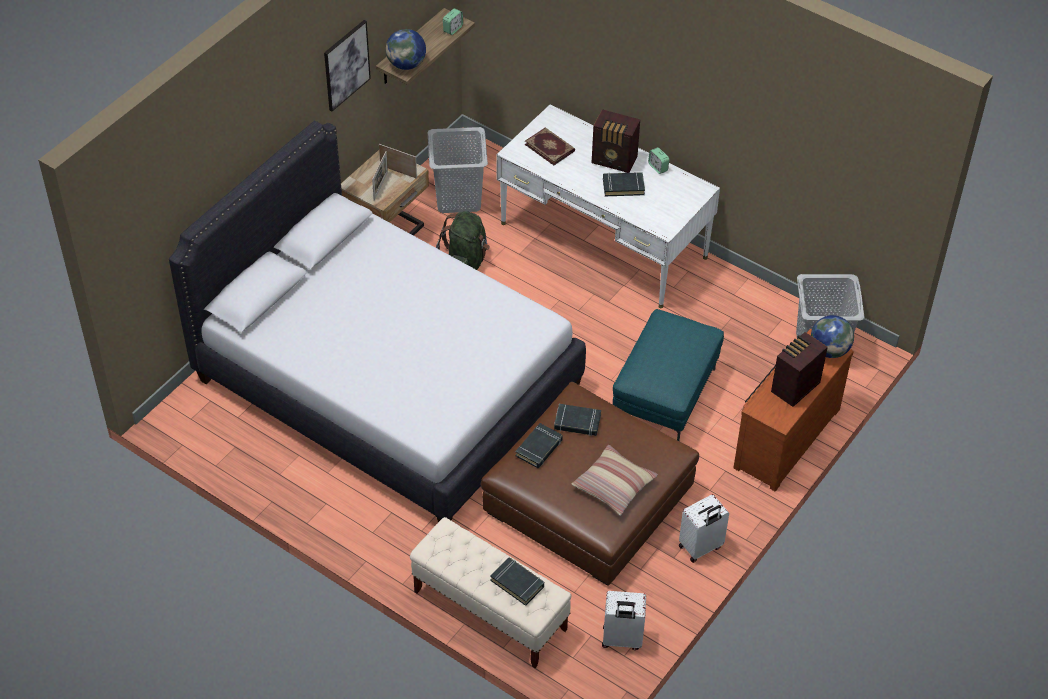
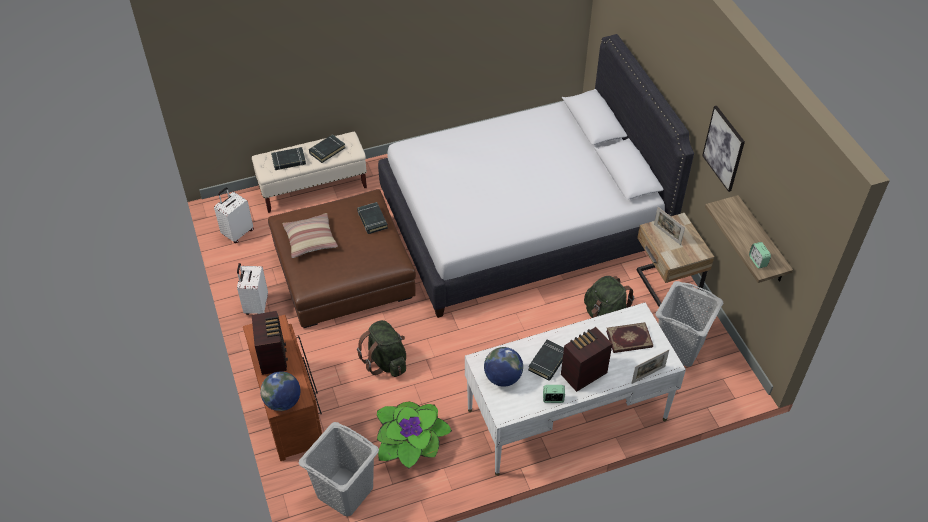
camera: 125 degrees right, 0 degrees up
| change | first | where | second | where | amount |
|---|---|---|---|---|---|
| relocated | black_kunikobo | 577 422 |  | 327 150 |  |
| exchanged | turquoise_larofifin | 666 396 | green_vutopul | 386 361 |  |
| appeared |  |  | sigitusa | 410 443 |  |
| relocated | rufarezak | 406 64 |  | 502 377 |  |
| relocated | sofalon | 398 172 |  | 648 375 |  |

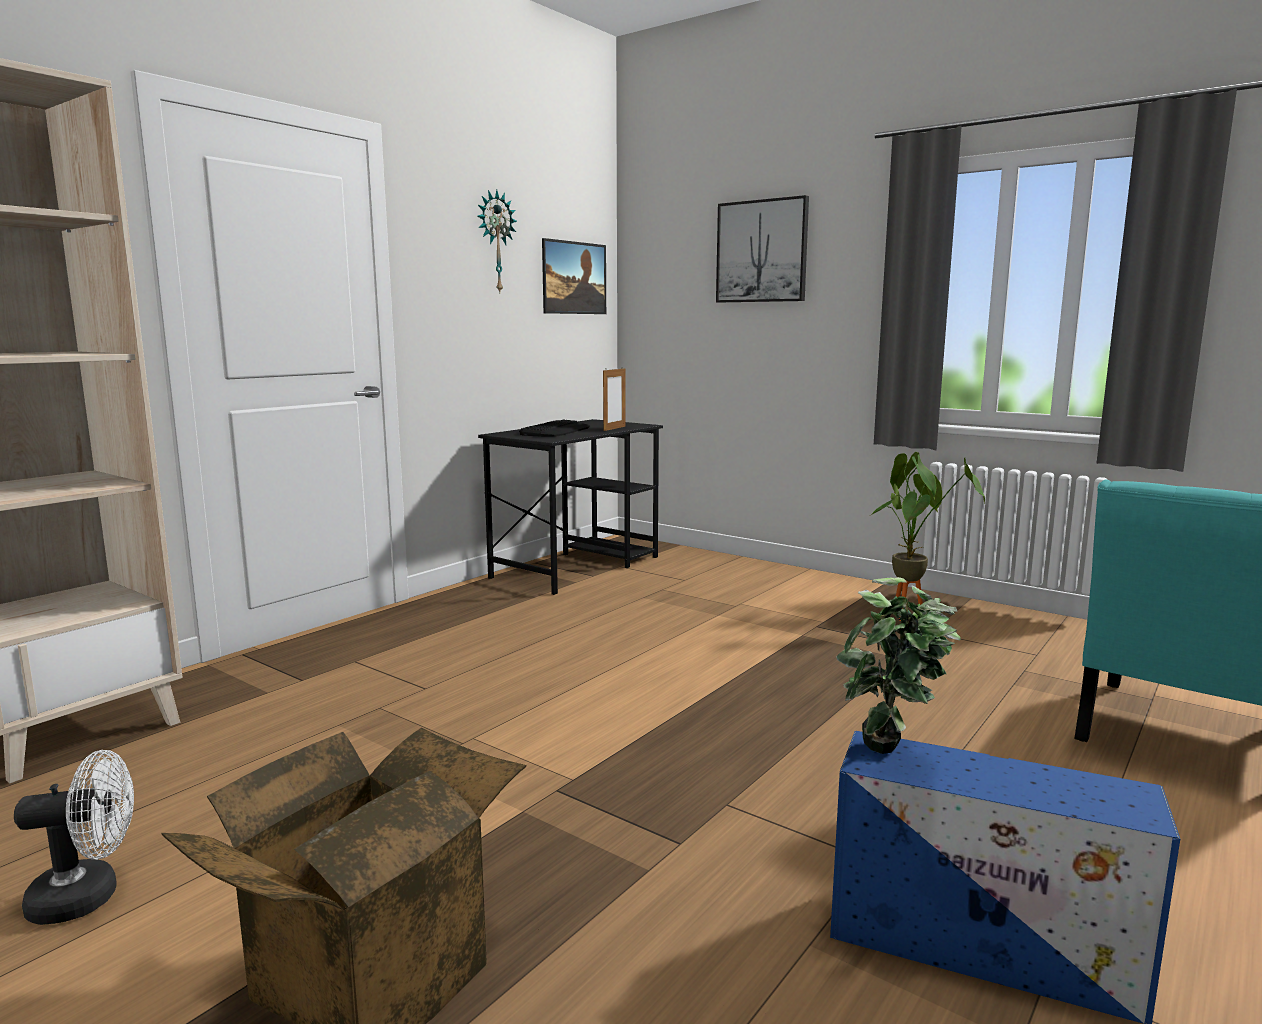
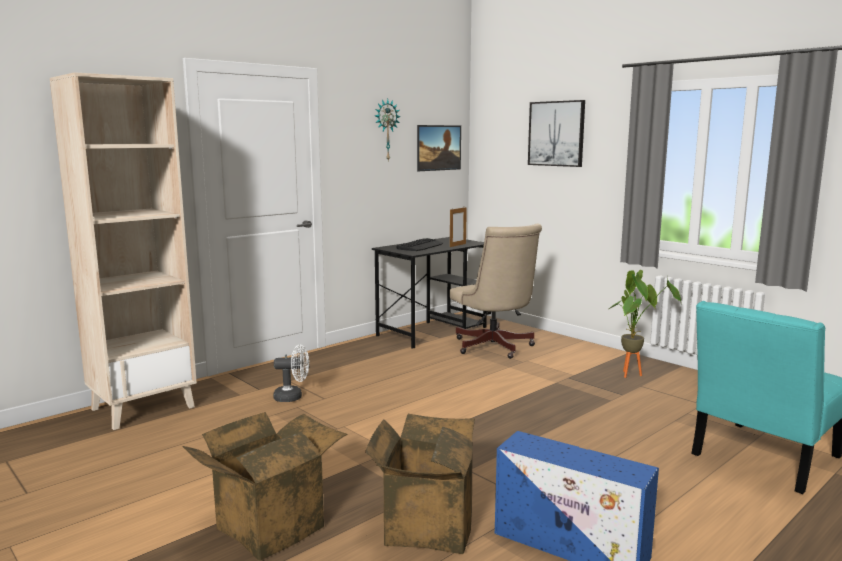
camera: 10 degrees right, 0 degrees up
| change | first | where | second | where | amount |
|---|---|---|---|---|---|
| relocated | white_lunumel | 88 897 |  | 293 397 |  |
| appeared |  |  | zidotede | 425 526 |  |
| appeared |  |  | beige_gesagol | 494 348 |  |
| missing | sigitusa | 891 759 |  |  |  |

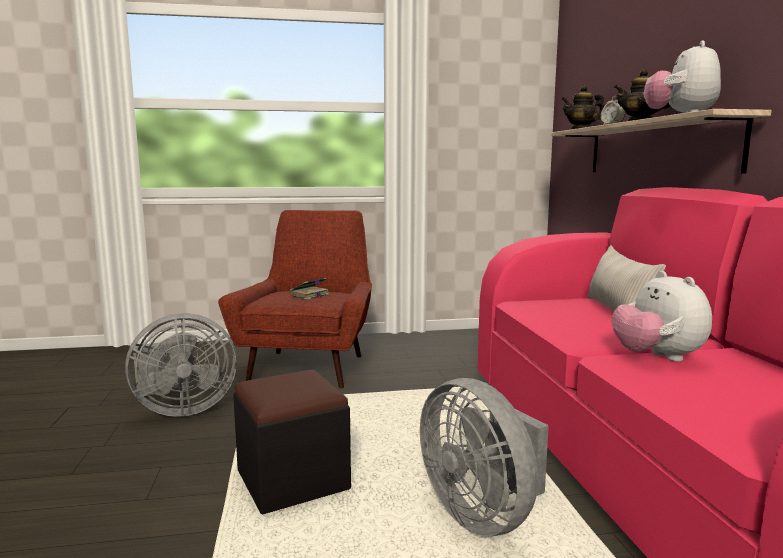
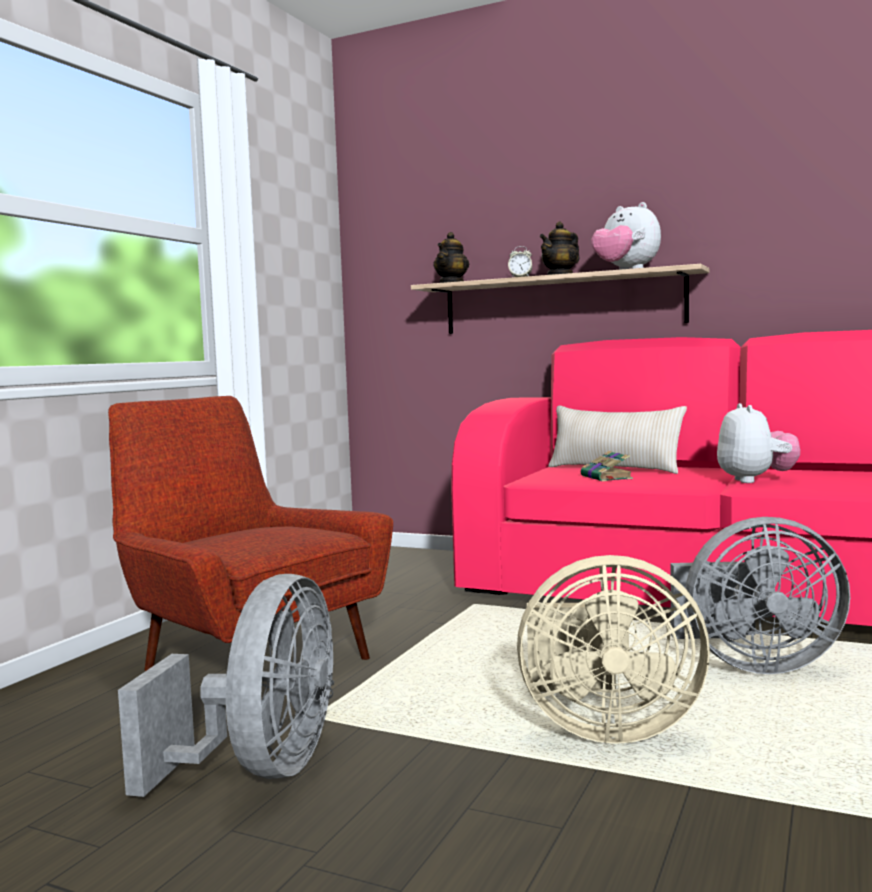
camera: 55 degrees left, 5 degrees down
| change | first | where | second | where | amount |
|---|---|---|---|---|---|
| exchanged | black_larofifin | 292 480 | beige_lunumel | 603 728 |  |
| relocated | kunikobo | 309 295 |  | 607 477 |  |
| spun | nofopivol | 657 357 |  | 755 480 | 105 degrees counterclockwise |

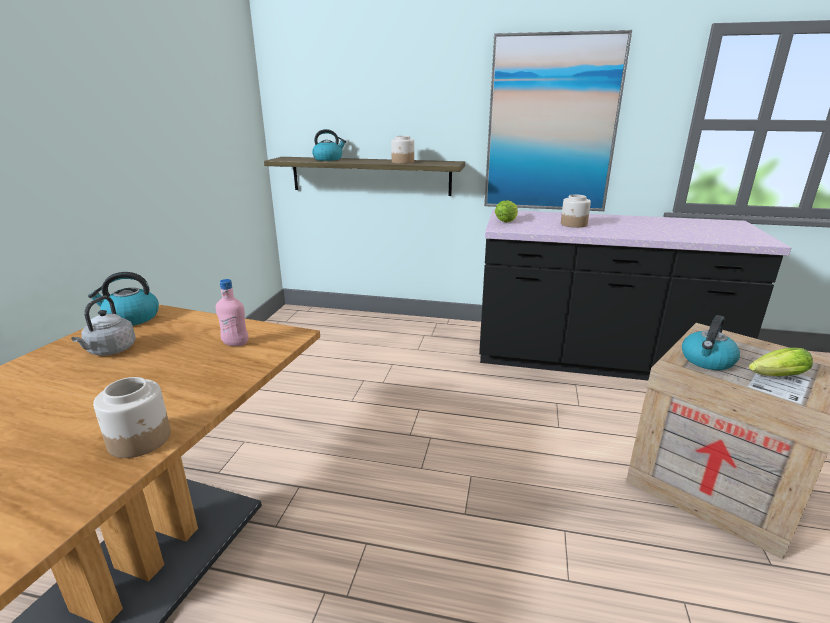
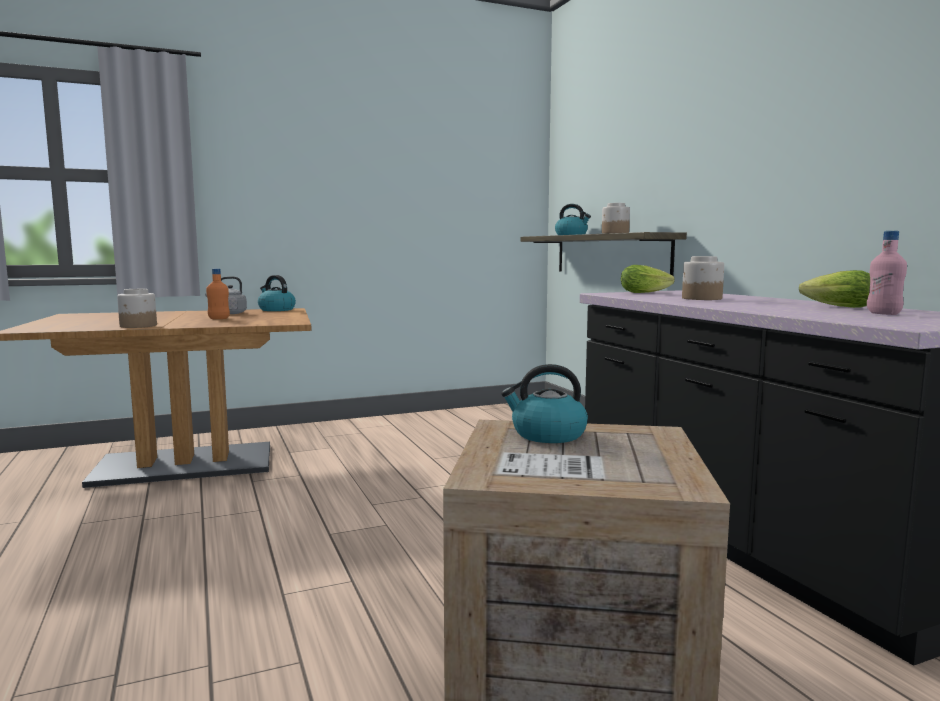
camera: 55 degrees right, 15 degrees down
| change | first | where | second | where | amount |
|---|---|---|---|---|---|
| appeared |  |  | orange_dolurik | 219 318 |  |
| relocated | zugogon | 773 377 |  | 835 307 |  |
| relocated | pink_dolurik | 235 343 |  | 883 313 |  |
| missing | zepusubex | 551 125 |  |  |  |

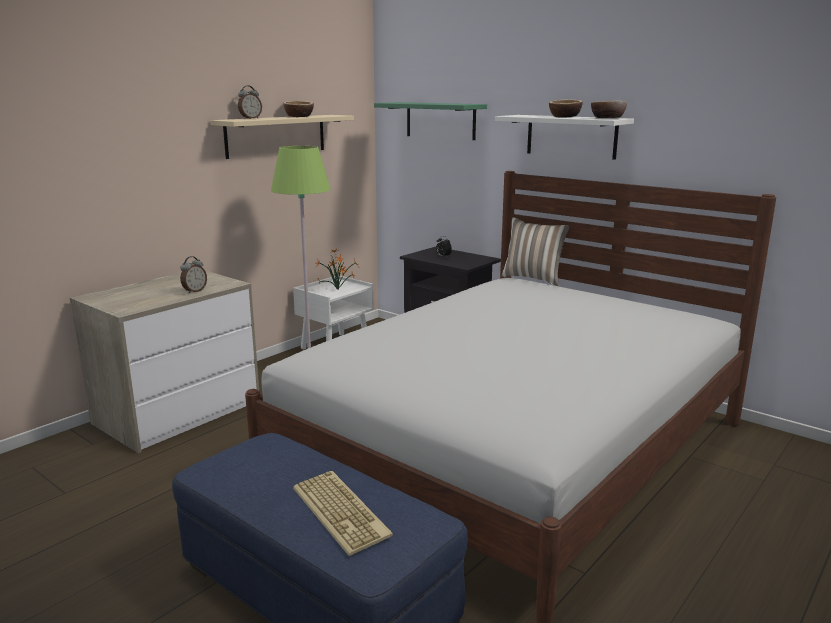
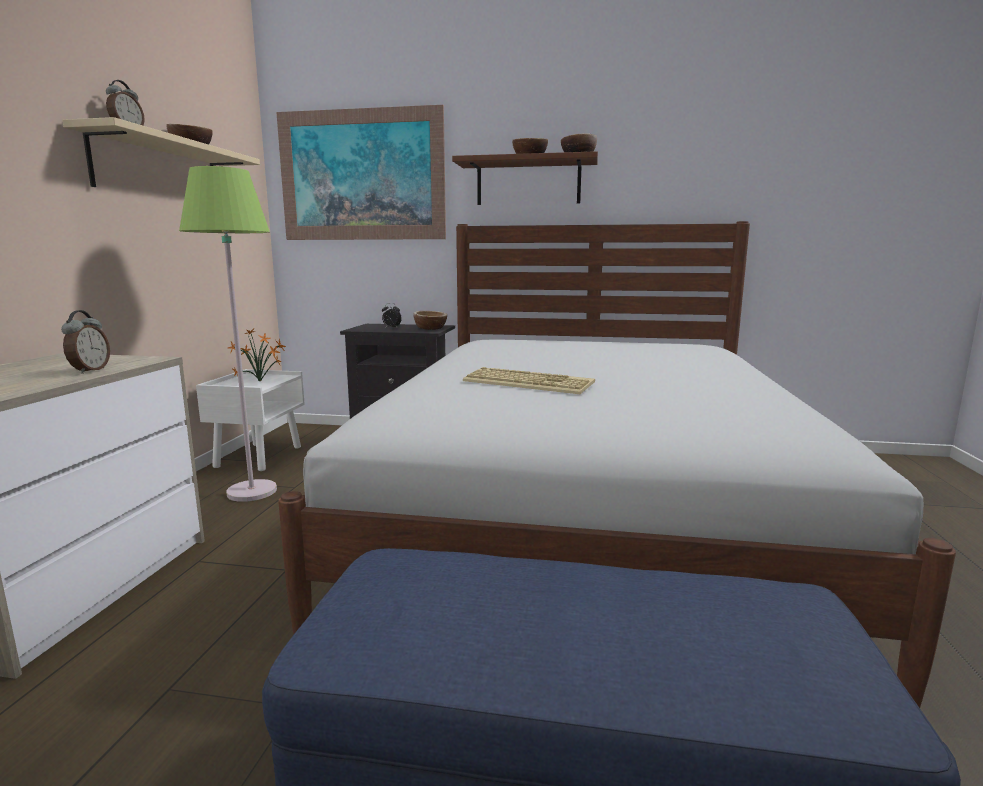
camera: 30 degrees left, 5 degrees down
| change | first | where | second | where | amount |
|---|---|---|---|---|---|
| exchanged | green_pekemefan | 440 120 | zepusubex | 362 175 |  |
| appeared |  |  | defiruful | 430 328 |  |
| colour | white_pekemefan | 571 136 | brown_pekemefan | 528 182 |  |
| relocated | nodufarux | 342 512 |  | 529 382 |  |
| missing | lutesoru | 533 278 |  |  |  |

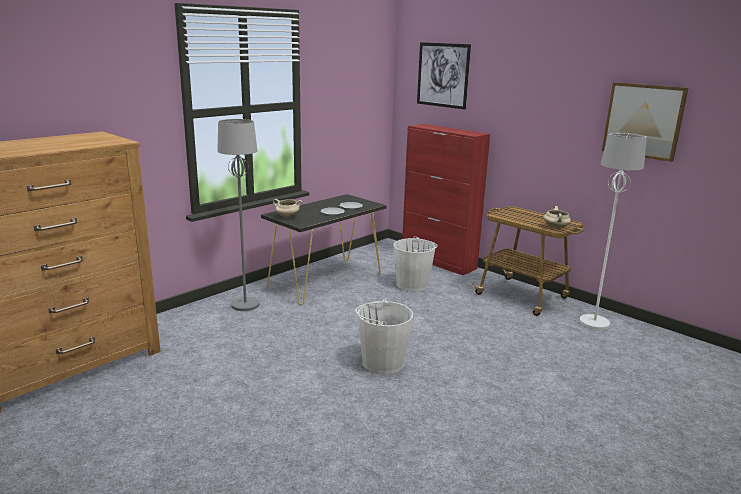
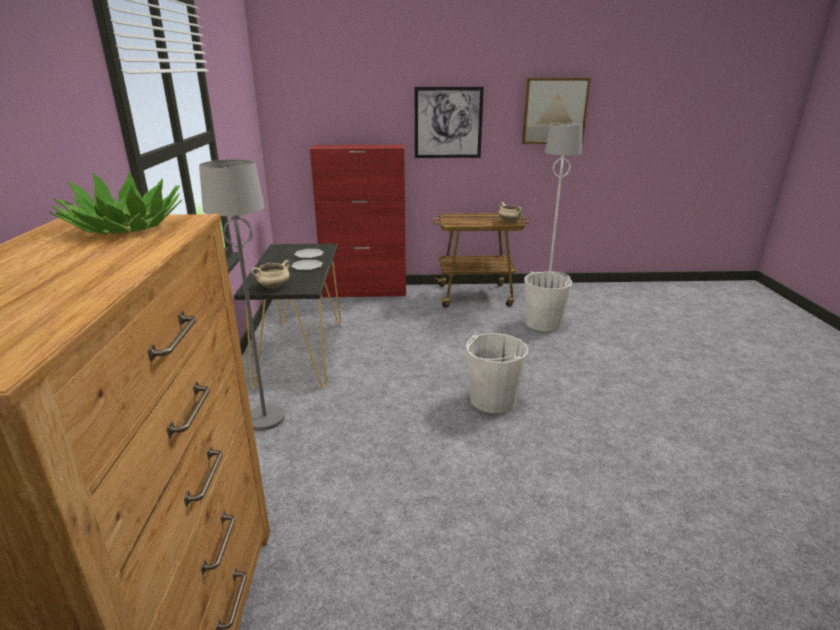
camera: 45 degrees left, 5 degrees up
| change | first | where | second | where | amount |
|---|---|---|---|---|---|
| appeared |  |  | sigitusa | 125 227 |  |
| relocated | zepusubex | 443 75 |  | 448 123 |  |
| relocated | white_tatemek | 412 285 |  | 543 323 |  |

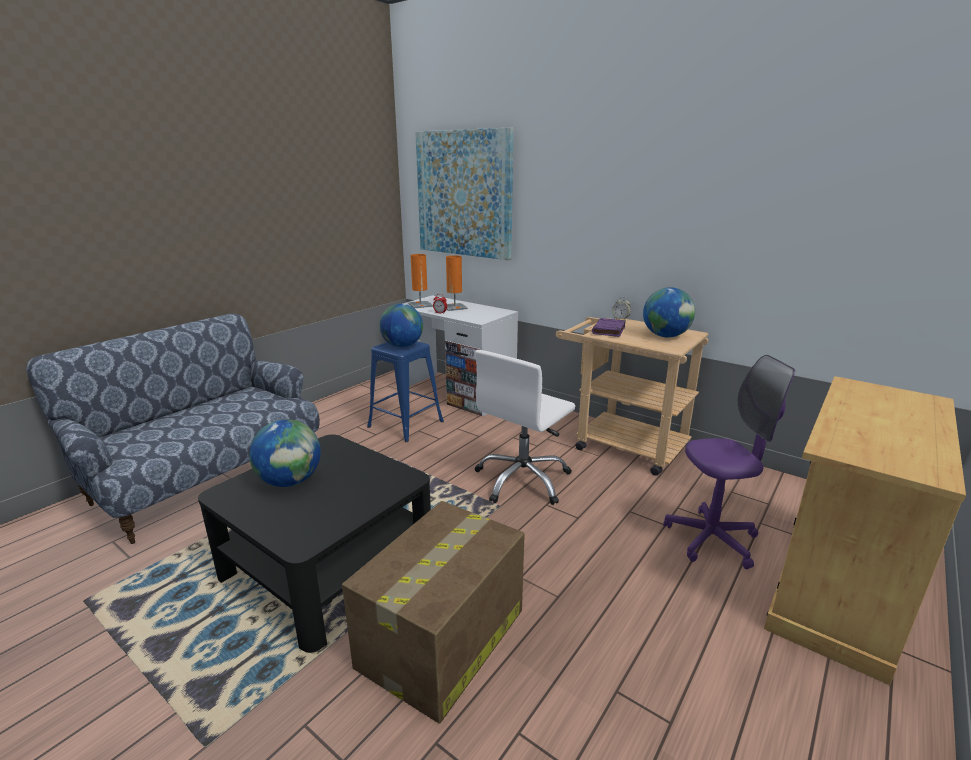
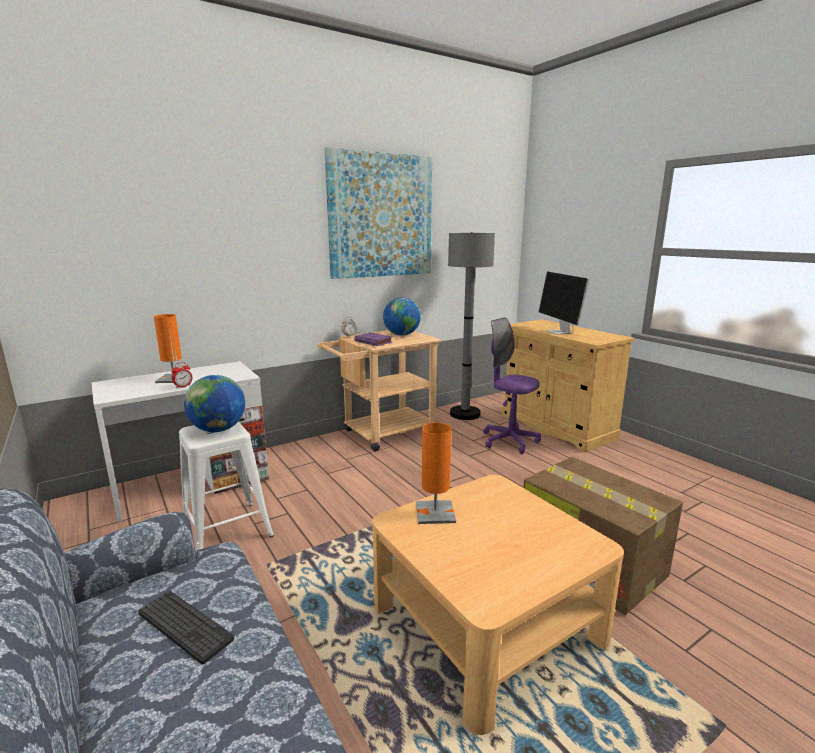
camera: 70 degrees left, 5 degrees down
| change | first | where | second | where | amount |
|---|---|---|---|---|---|
| appeared |  |  | nodufarux | 185 626 |  |
| colour | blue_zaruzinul | 405 424 | white_zaruzinul | 227 530 |  |
| relocated | zepusubex | 464 194 |  | 381 216 |  |
| colour | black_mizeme | 328 565 | beige_mizeme | 485 622 |  |
| relocated | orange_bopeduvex | 420 305 |  | 435 513 |  |
| appeared |  |  | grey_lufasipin | 465 414 |  |
| spun | purple_gesagol | 711 539 |  | 509 441 | 60 degrees counterclockwise |
| appeared |  |  | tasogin | 559 332 |  |
| missing | rufarezak | 290 481 |  |  |  |
| missing | white_gesagol | 523 480 |  |  |  |

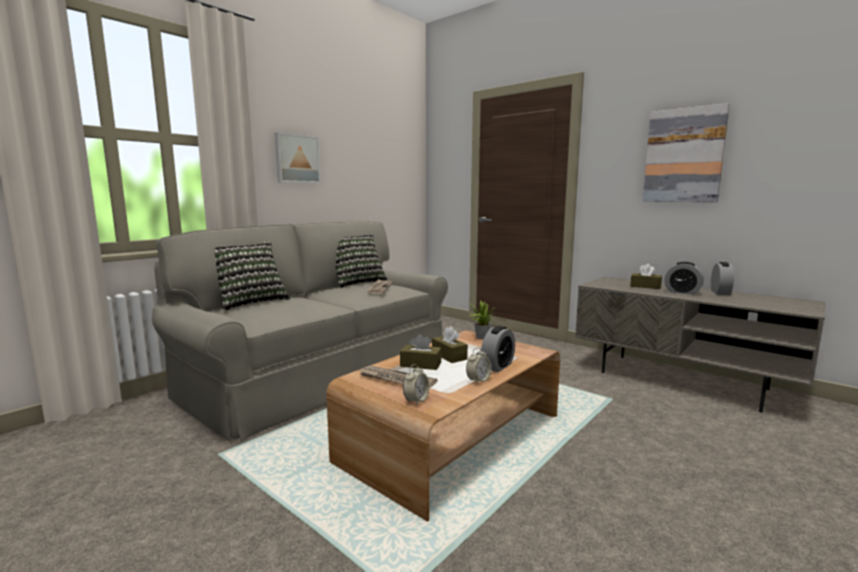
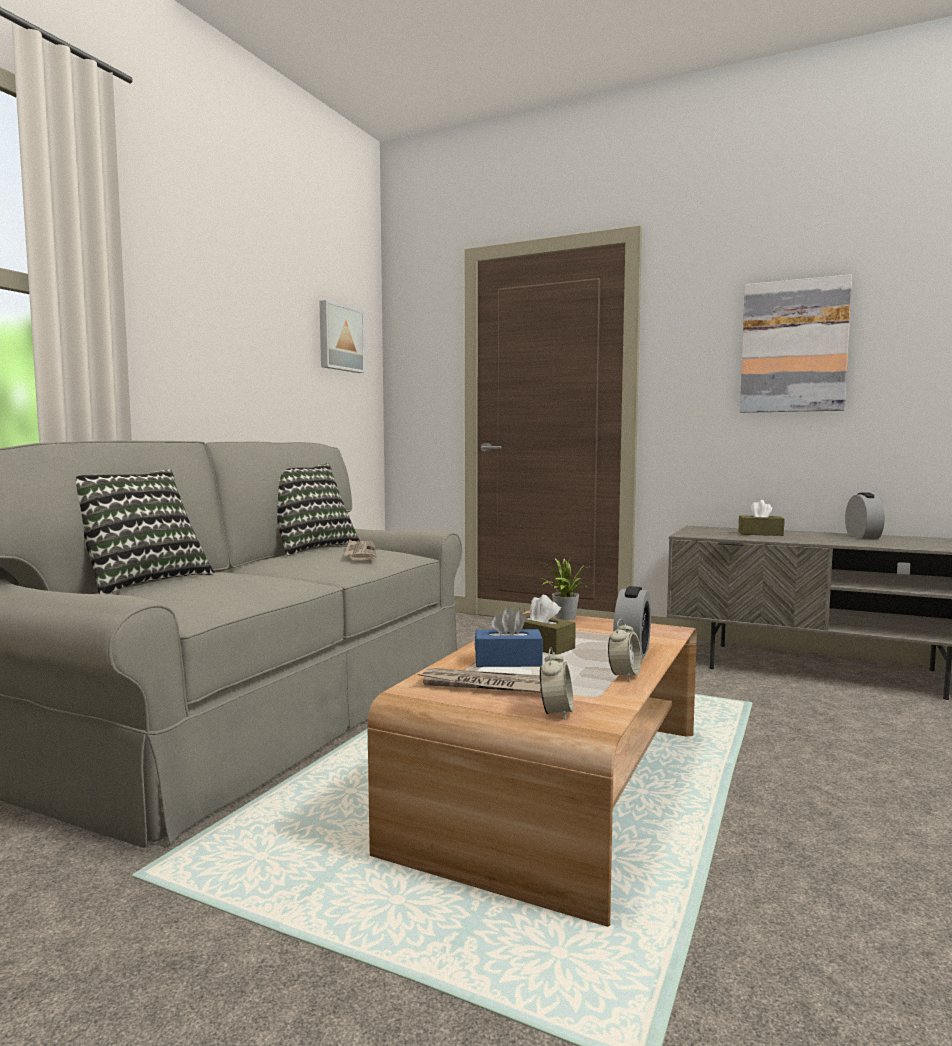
camera: 15 degrees left, 5 degrees down
| change | first | where | second | where | amount |
|---|---|---|---|---|---|
| relocated | zepusubex | 296 159 |  | 339 338 |  |
| colour | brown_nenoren | 420 364 | blue_nenoren | 508 661 |  |
| missing | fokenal | 682 292 |  |  |  |

